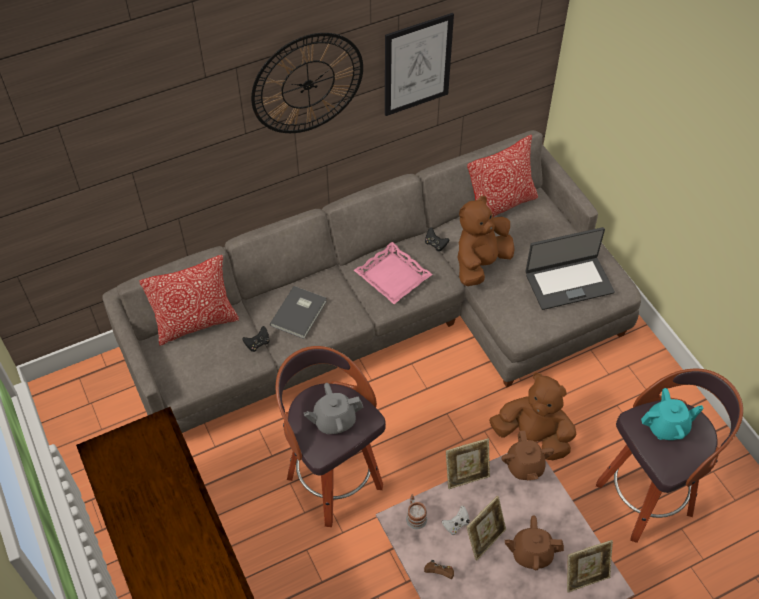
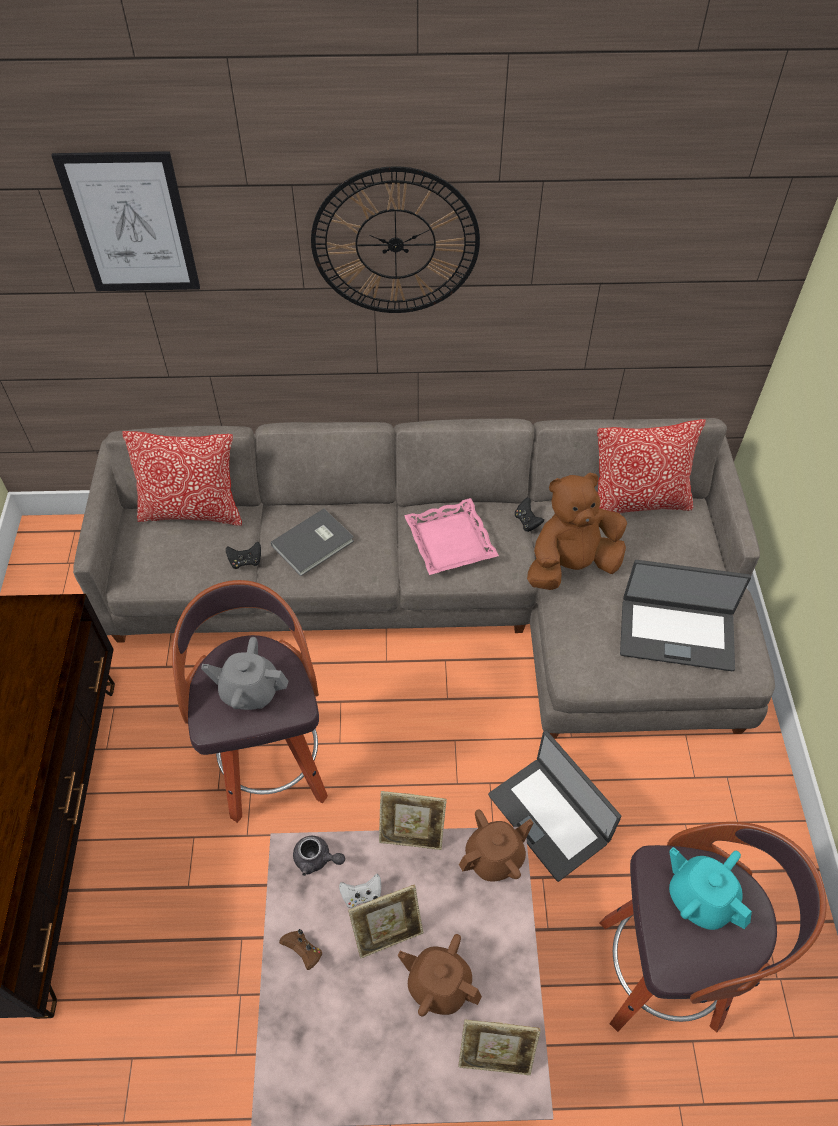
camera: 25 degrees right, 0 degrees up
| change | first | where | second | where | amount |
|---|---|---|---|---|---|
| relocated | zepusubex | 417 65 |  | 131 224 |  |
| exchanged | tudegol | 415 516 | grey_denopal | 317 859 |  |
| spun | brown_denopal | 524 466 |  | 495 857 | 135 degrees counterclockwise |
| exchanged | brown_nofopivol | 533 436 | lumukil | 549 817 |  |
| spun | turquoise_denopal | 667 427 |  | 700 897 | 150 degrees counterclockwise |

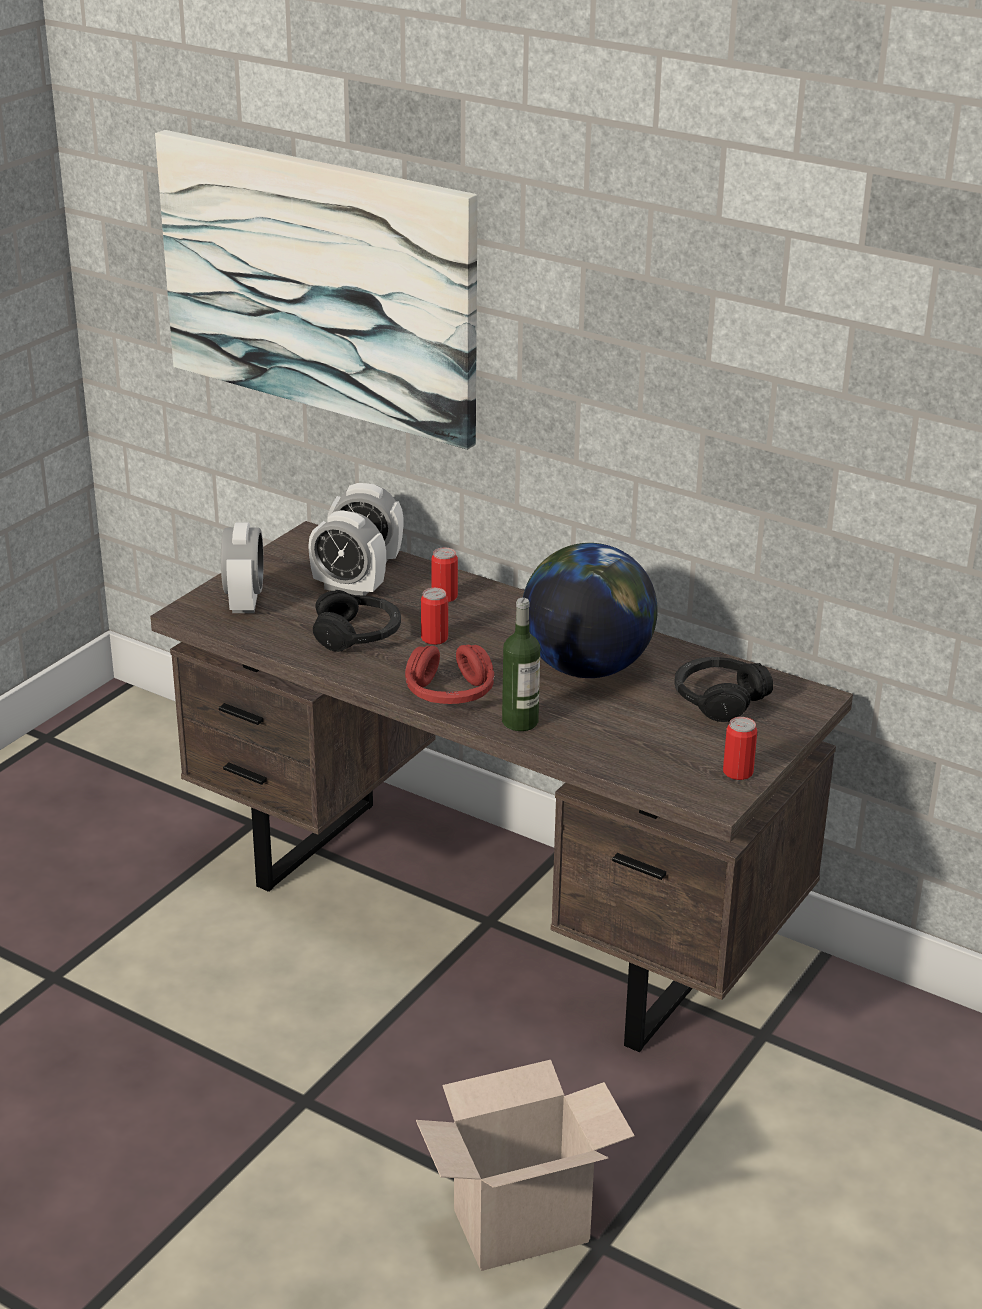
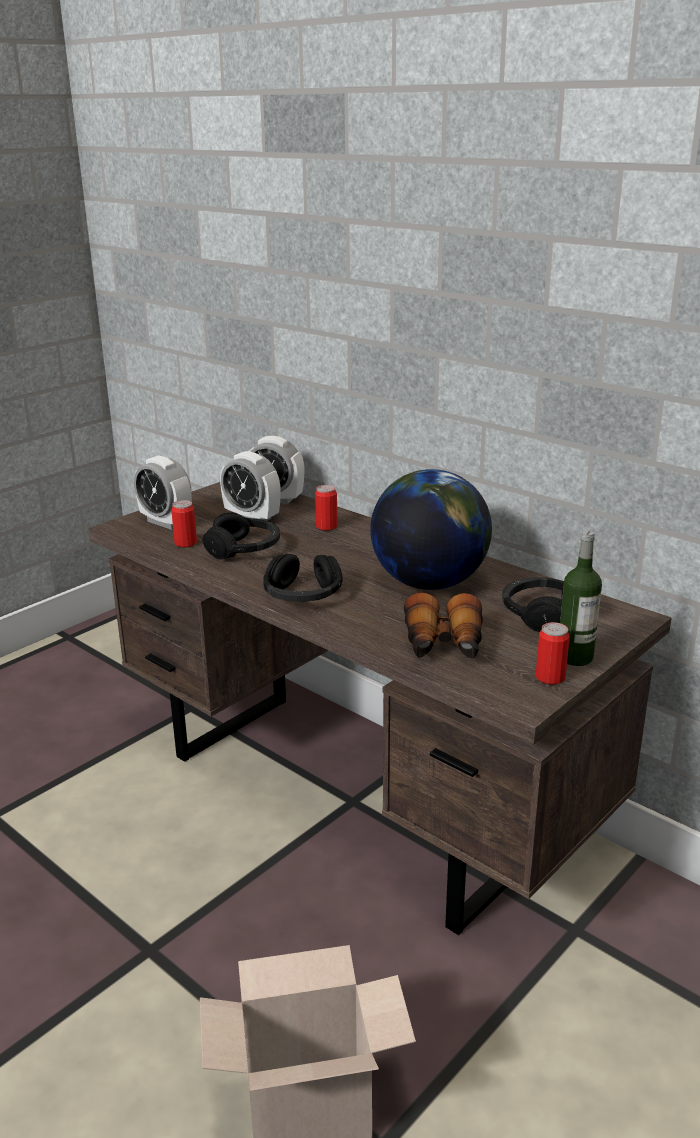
camera: 10 degrees right, 5 degrees down
| change | first | where | second | where | amount |
|---|---|---|---|---|---|
| spun | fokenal | 245 602 |  | 166 522 | 120 degrees clockwise |
| relocated | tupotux | 434 638 |  | 185 543 |  |
| colour | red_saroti | 450 693 | black_saroti | 302 595 |  |
| appeared |  |  | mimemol | 443 645 |  |
| relocated | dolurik | 520 722 |  | 575 657 |  |
| missing | zepusubex | 318 285 |  |  |  |

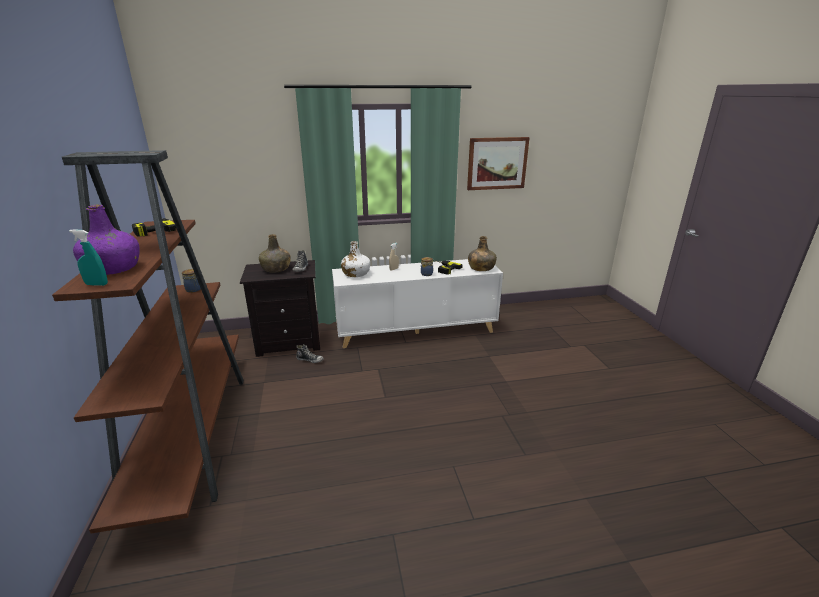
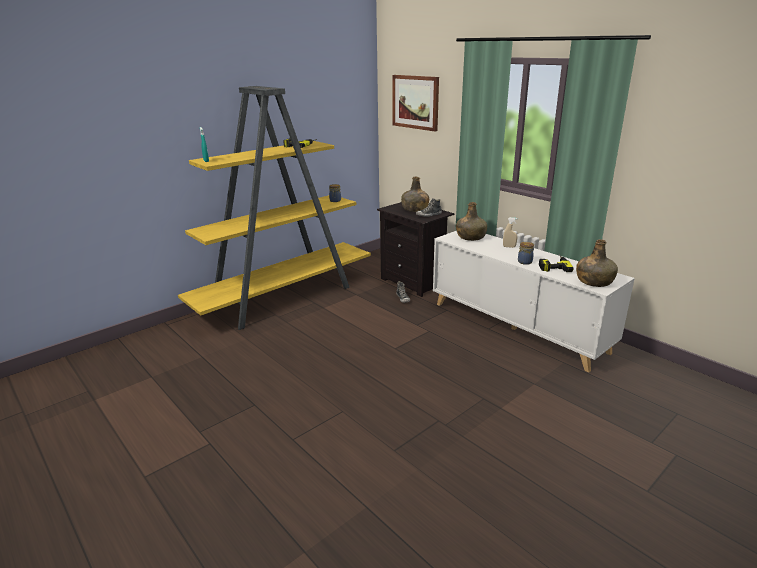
camera: 60 degrees right, 0 degrees up
| change | first | where | second | where | amount |
|---|---|---|---|---|---|
| colour | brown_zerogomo | 192 434 | yellow_zerogomo | 284 297 |  |
| relocated | zepusubex | 497 163 |  | 415 102 |  |
| colour | white_dolurik | 356 274 | green_dolurik | 471 237 |  |
| missing | purple_dolurik | 114 269 |  |  |  |

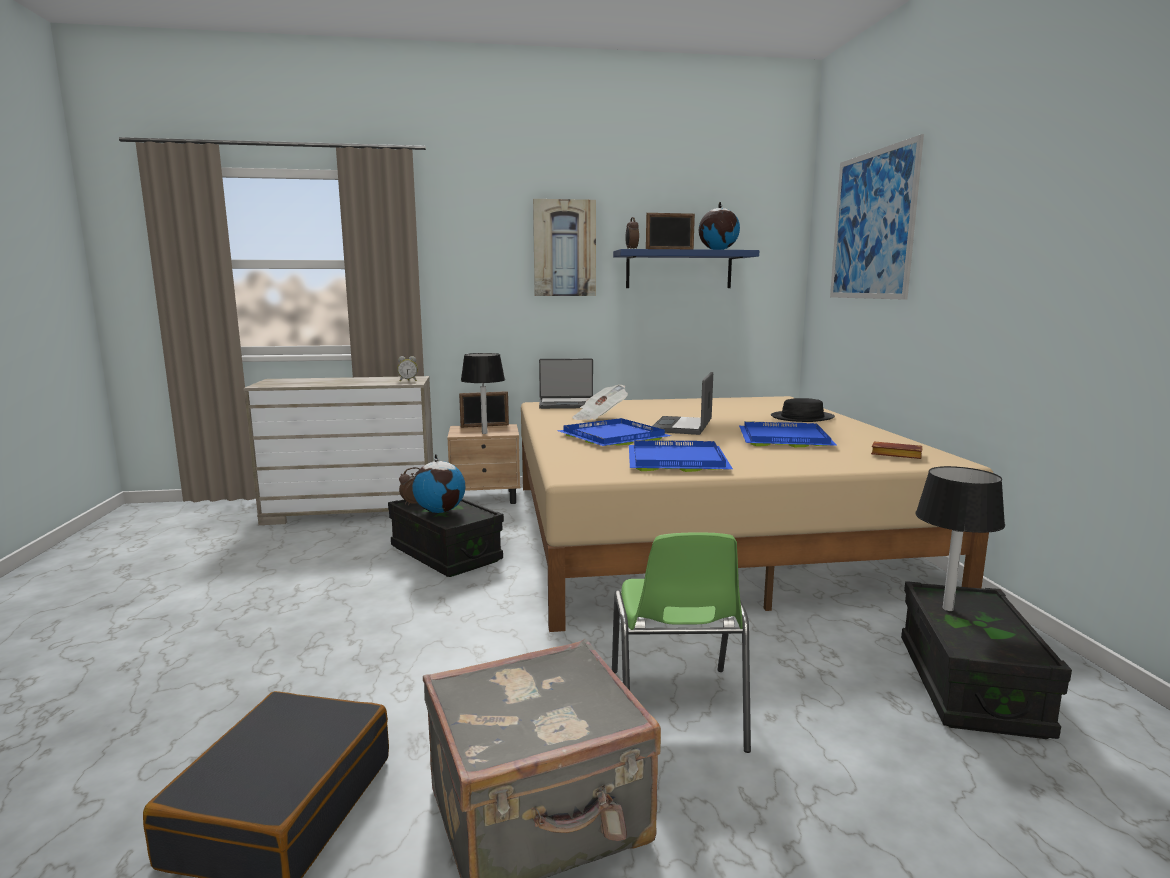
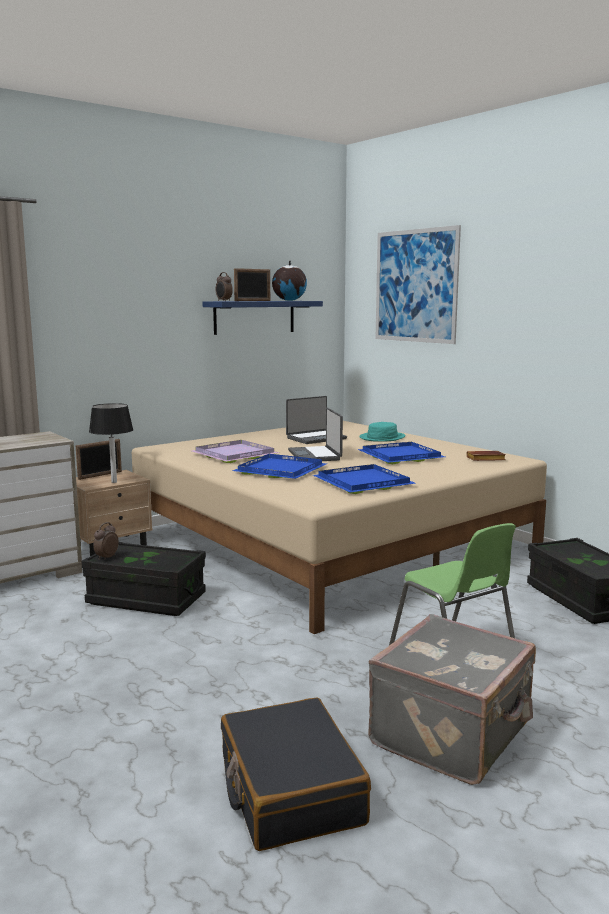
camera: 30 degrees left, 0 degrees up
| change | first | where | second | where | amount |
|---|---|---|---|---|---|
| exchanged | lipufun | 599 417 | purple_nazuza | 234 455 |  |
| relocated | lumukil | 567 404 |  | 315 438 |  |
| colour | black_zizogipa | 802 418 | turquoise_zizogipa | 382 438 |  |
| missing | fokenal | 408 381 |  |  |  |
| missing | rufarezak | 440 511 |  |  |  |
| missing | zepusubex | 564 248 |  |  |  |
| missing | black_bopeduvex | 947 608 |  |  |  |

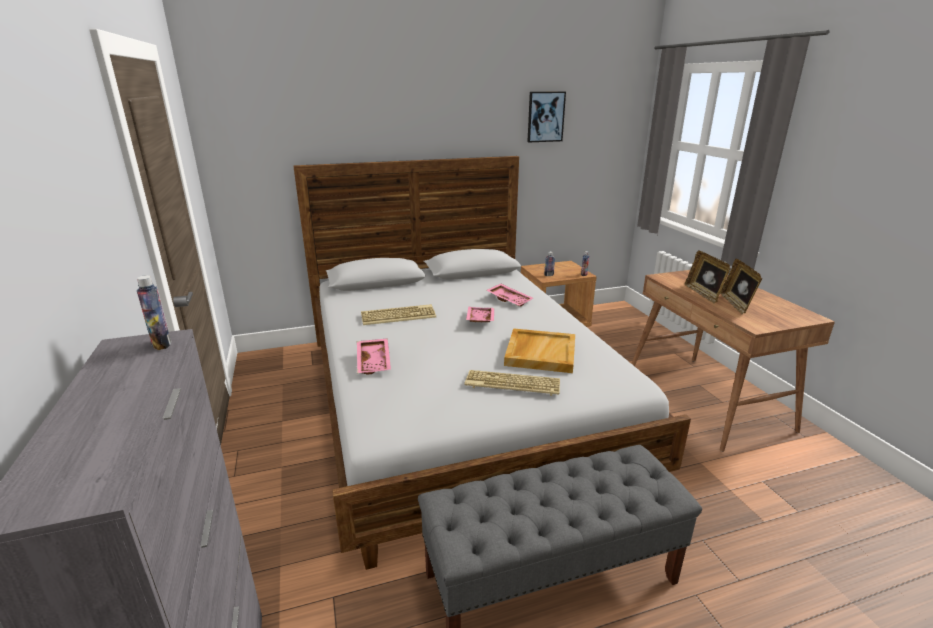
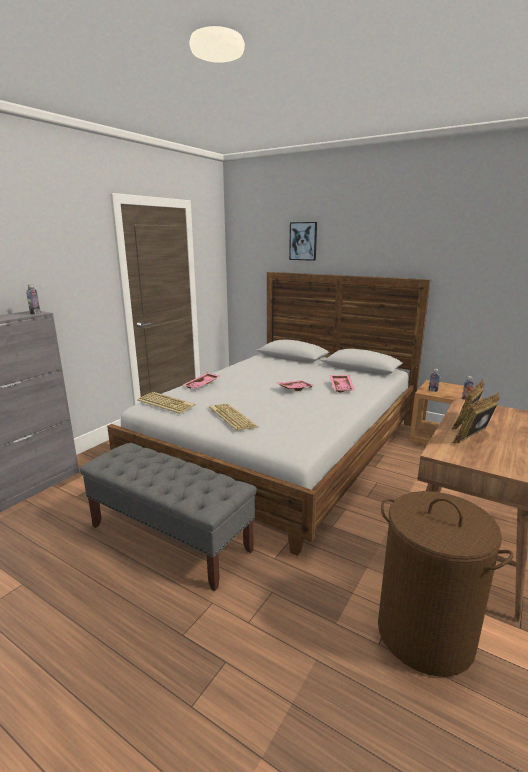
camera: 50 degrees right, 5 degrees down
| change | first | where | second | where | amount |
|---|---|---|---|---|---|
| relocated | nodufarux | 399 315 |  | 167 403 |  |
| relocated | zepusubex | 545 117 |  | 303 241 |  |
| appeared |  |  | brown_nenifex | 424 634 |  |
| missing | beige_nazuza | 540 353 |  |  |  |

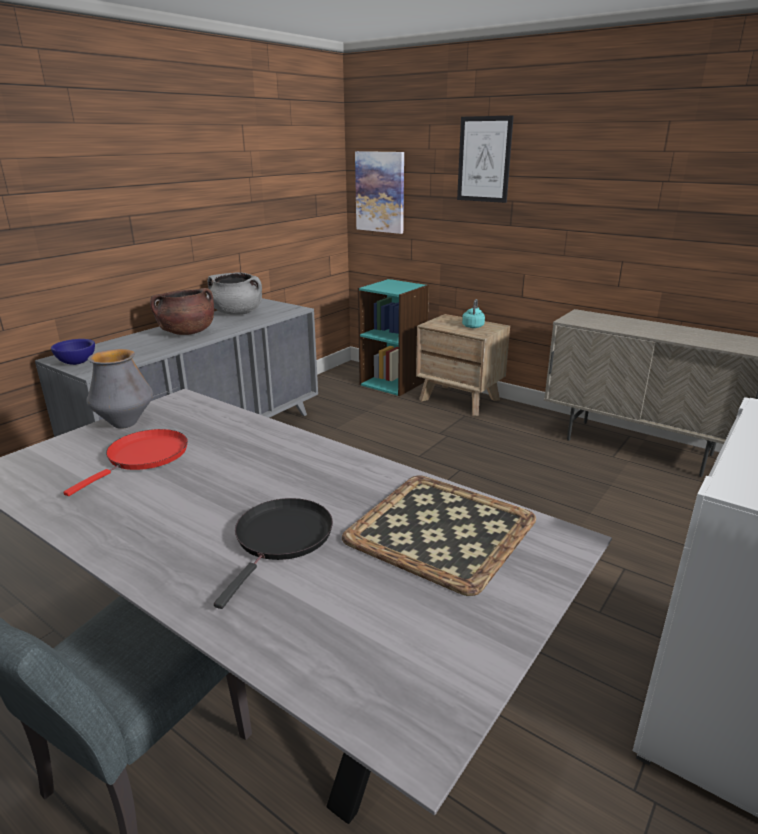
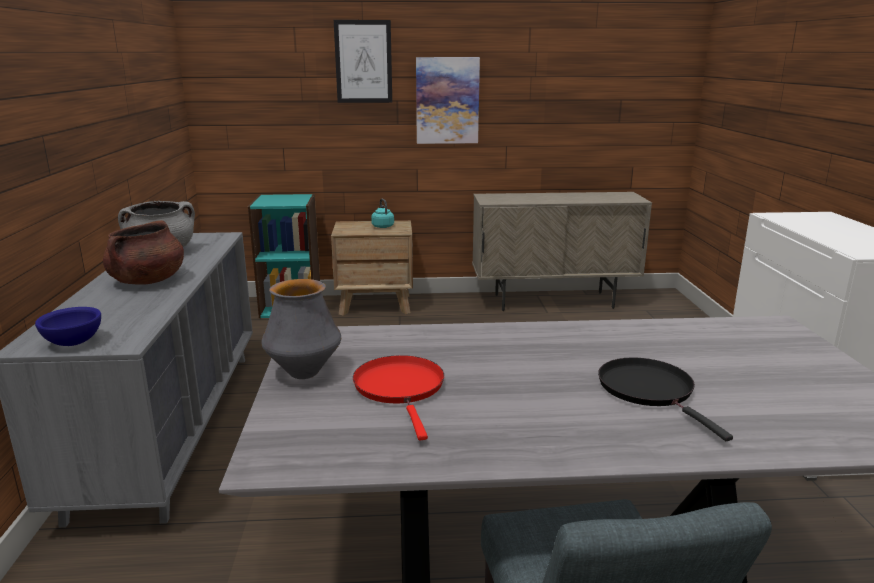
camera: 40 degrees left, 5 degrees down
| change | first | where | second | where | amount |
|---|---|---|---|---|---|
| relocated | zepusubex | 380 192 |  | 447 100 |  |
| missing | nazuza | 443 529 |  |  |  |

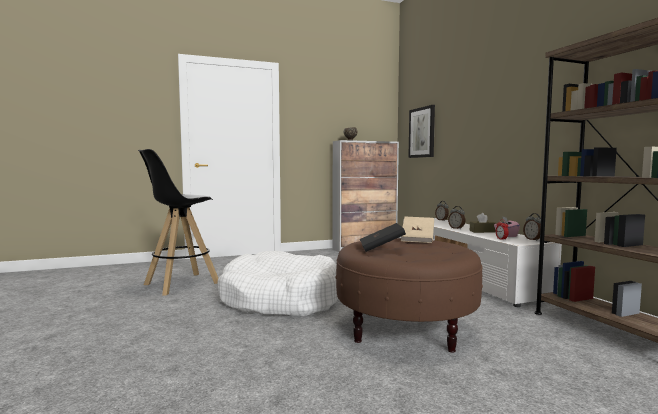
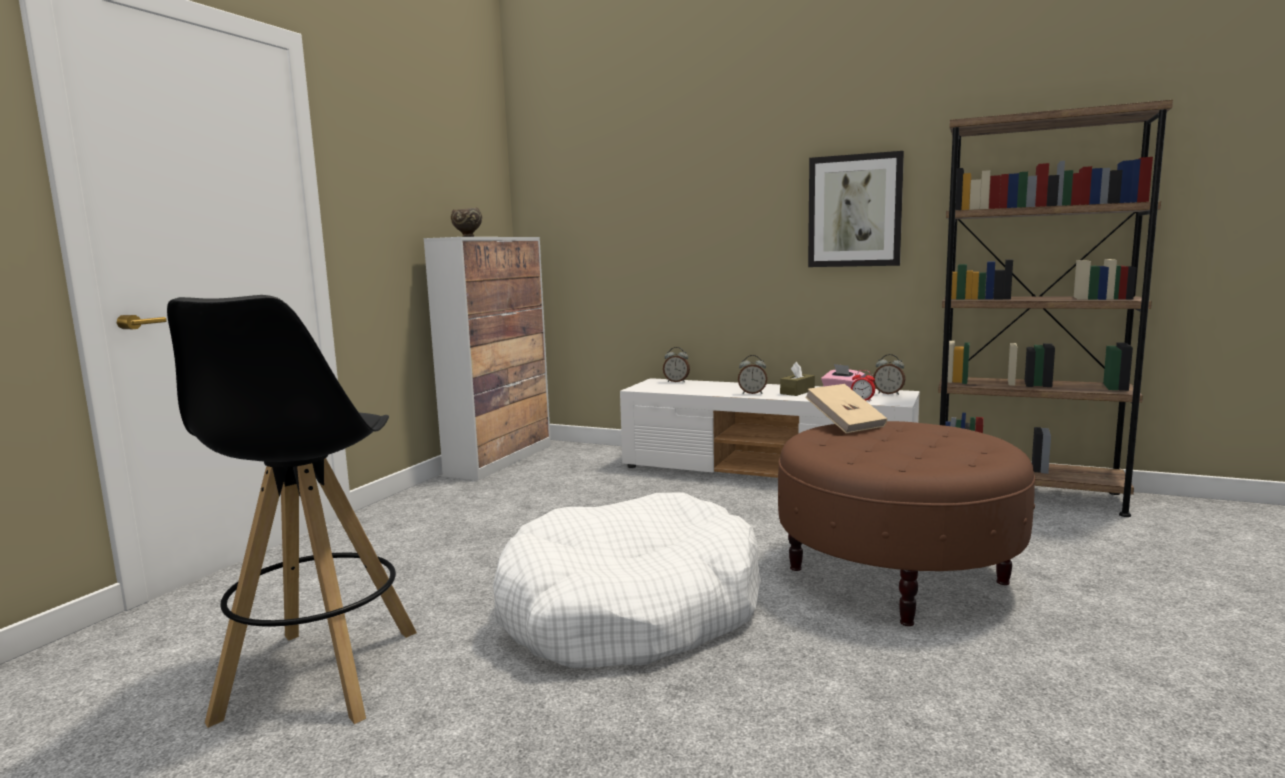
camera: 45 degrees left, 5 degrees up
| change | first | where | second | where | amount |
|---|---|---|---|---|---|
| relocated | zepusubex | 422 132 |  | 854 211 |  |
| missing | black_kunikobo | 381 248 |  |  |  |

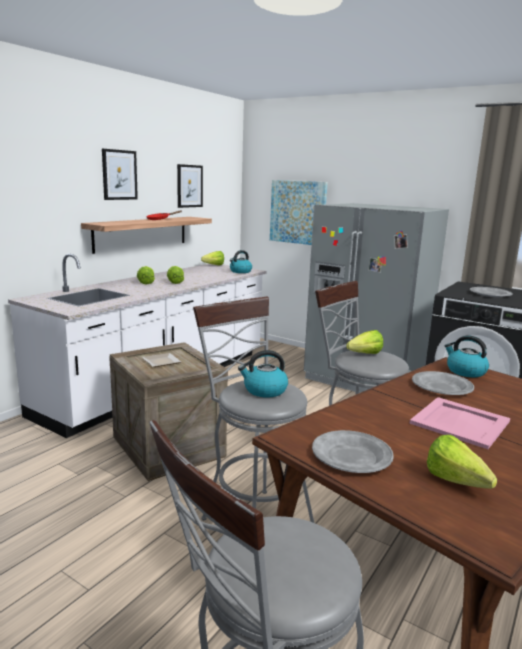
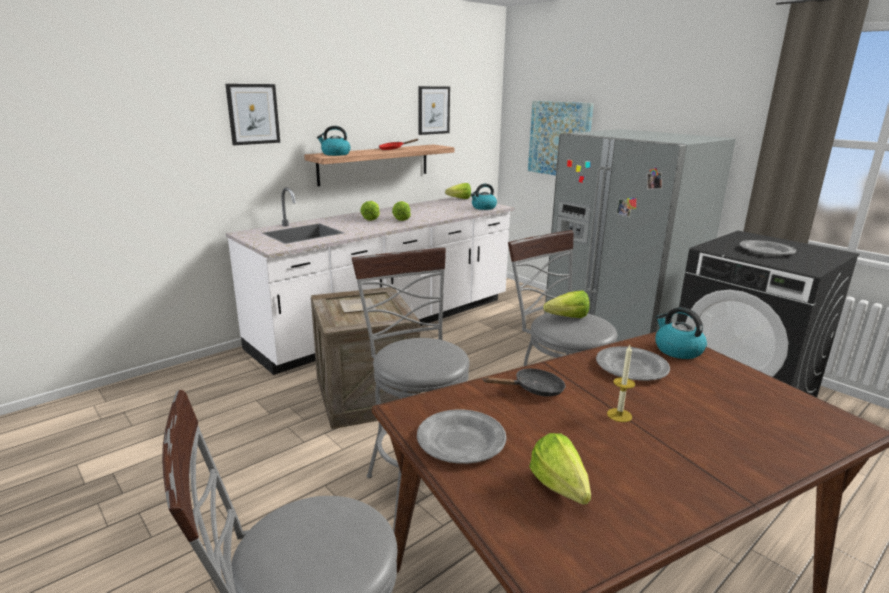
camera: 15 degrees right, 5 degrees up
| change | first | where | second | where | amount |
|---|---|---|---|---|---|
| relocated | zepusubex | 119 175 |  | 253 114 |  |
| relocated | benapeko | 264 390 |  | 335 154 |  |
| appeared |  |  | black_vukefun | 534 390 |  |
| exchanged | pink_nazuza | 459 422 | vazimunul | 619 415 |  |

